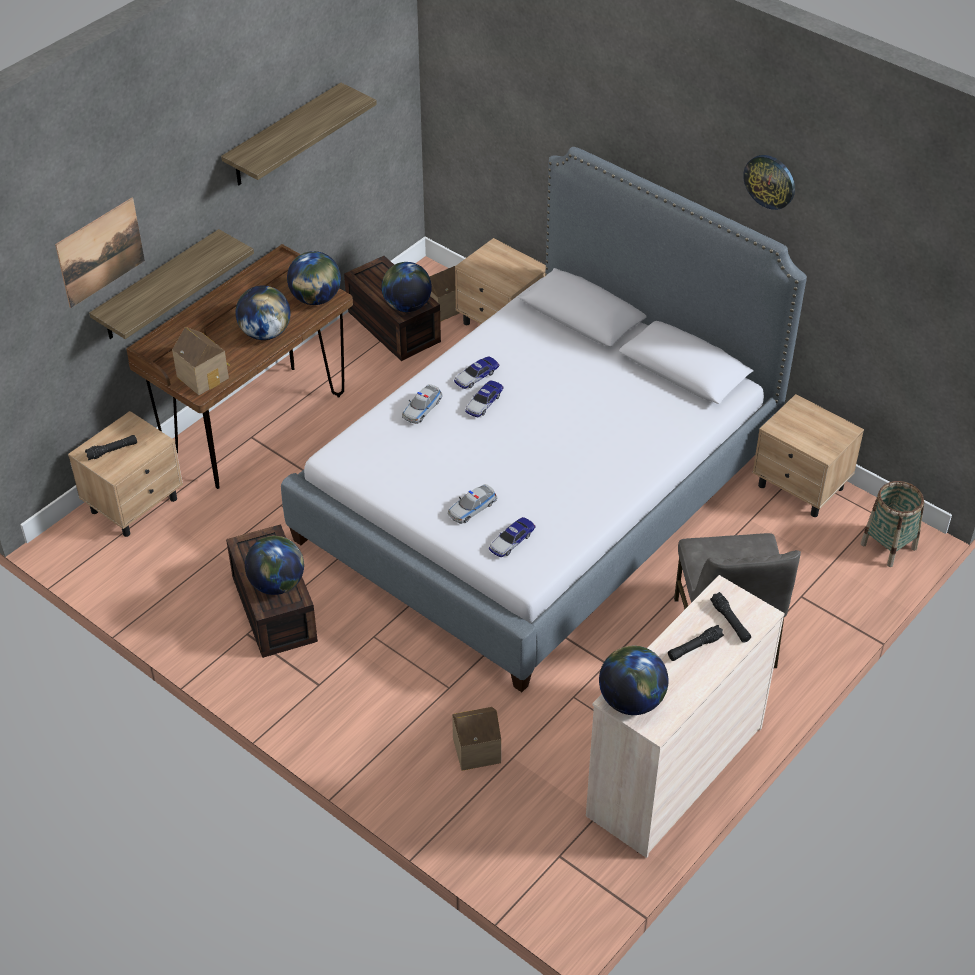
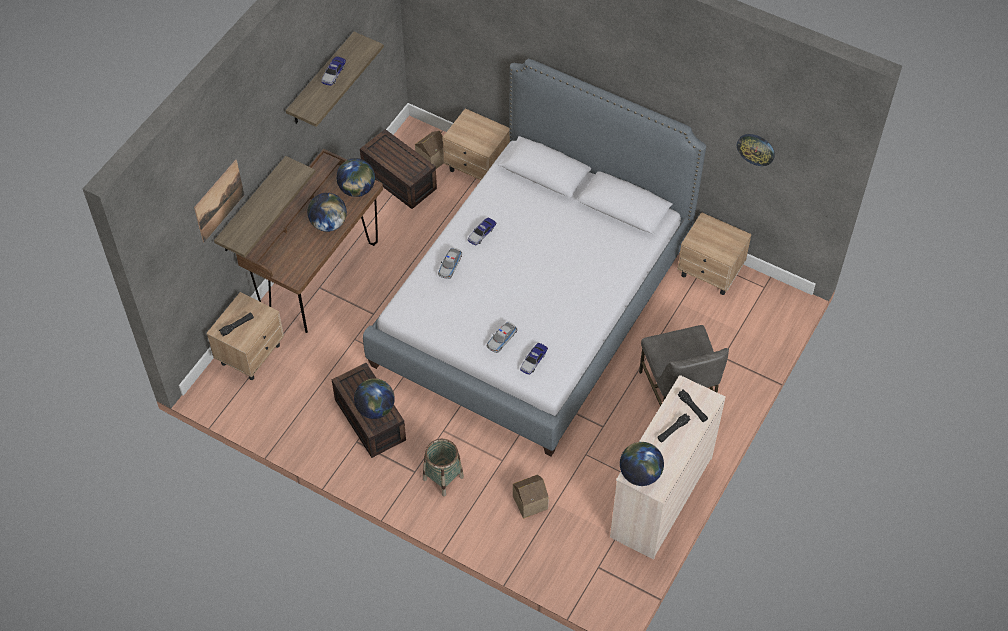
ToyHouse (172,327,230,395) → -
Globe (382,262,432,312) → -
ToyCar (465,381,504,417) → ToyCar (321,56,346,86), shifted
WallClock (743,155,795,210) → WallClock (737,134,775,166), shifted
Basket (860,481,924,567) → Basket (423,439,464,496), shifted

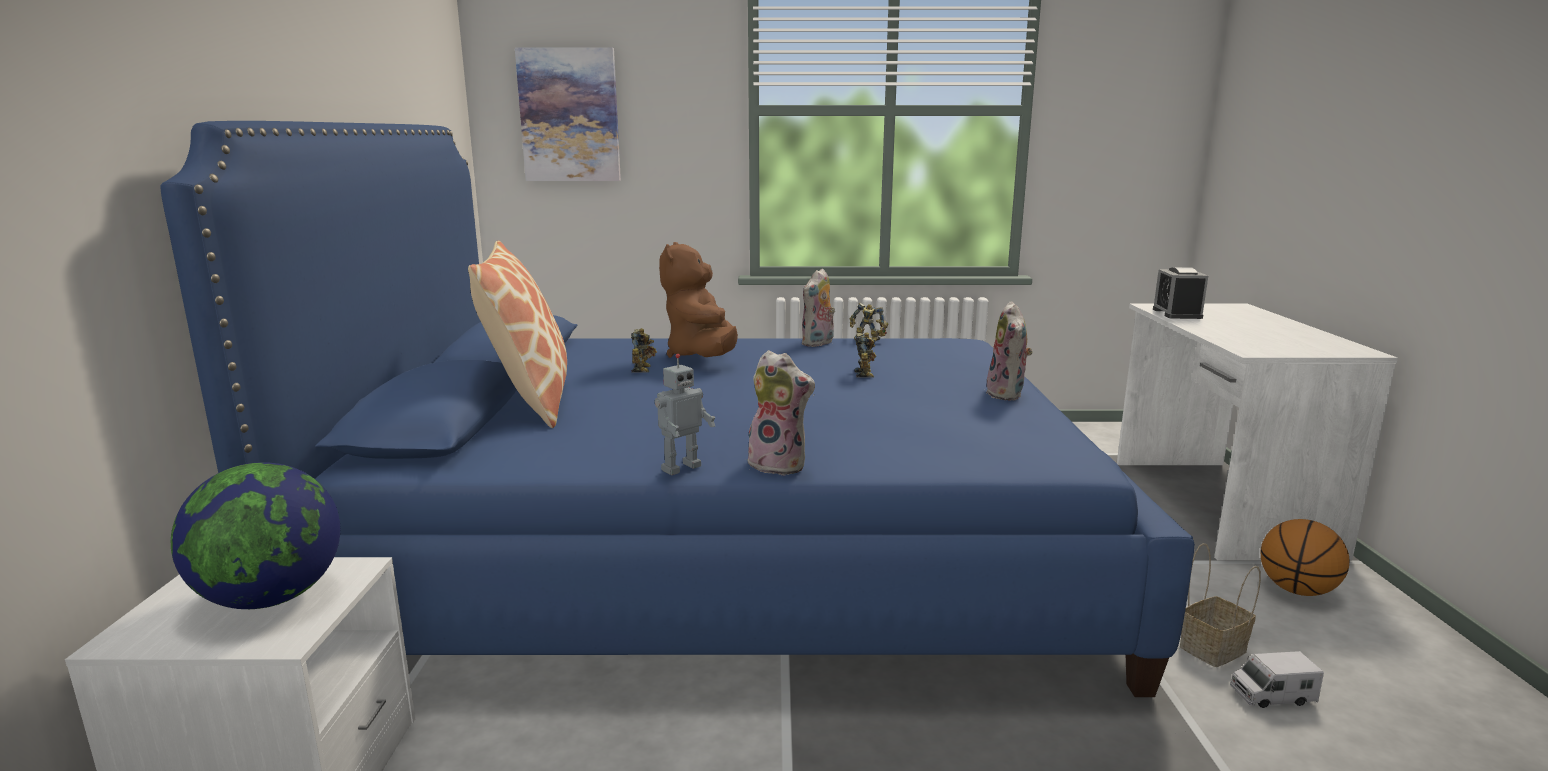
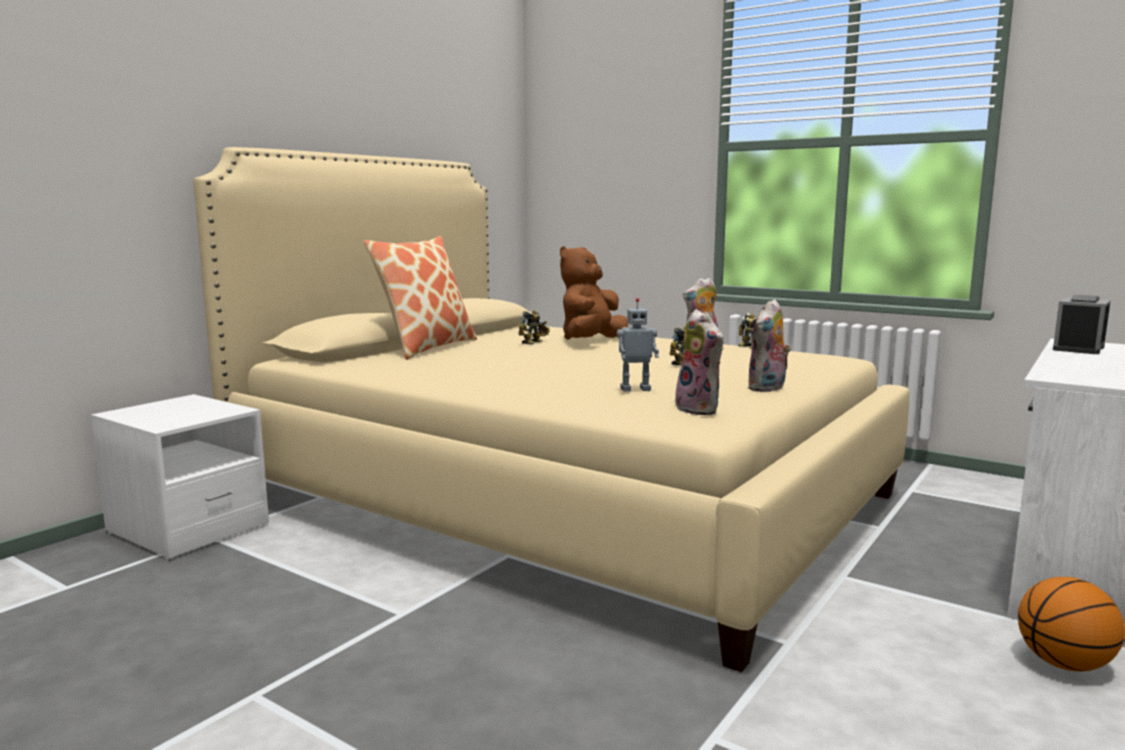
BlueBed (160,121,1195,697) → BeigeBed (193,147,910,673)
Globe (171,462,340,609) → -
Picture (515,47,621,181) → -
ToyRobot (655,354,715,475) → ToyRobot (617,298,659,392), shifted
PlushToy (745,350,815,476) → PlushToy (675,309,724,415), shifted
Basket (1180,543,1261,667) → -
ToyTruck (1230,651,1324,708) → -

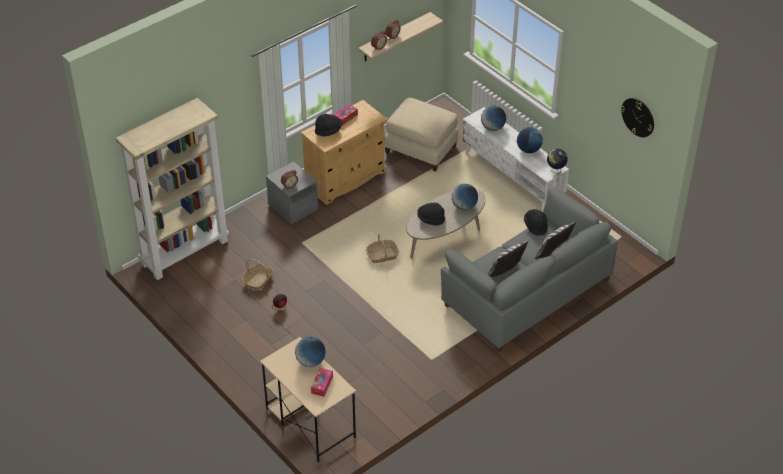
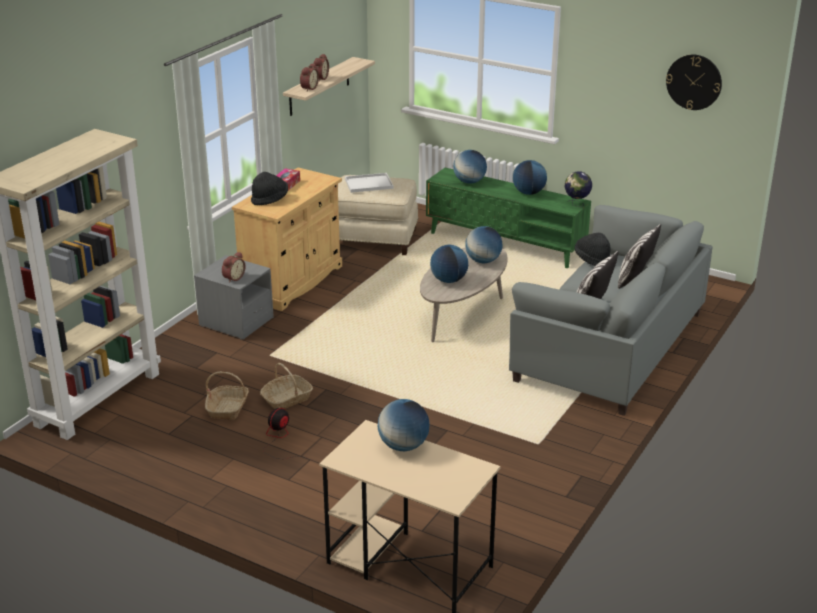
TissueBox (311,368,333,397) → -
Basket (366,234,399,263) → Basket (260,363,313,409), shifted
BlackHat (417,203,445,226) → Globe (430,245,468,283)
WhiteTvStand (462,107,569,212) → GreenTvStand (426,168,591,268)
- → WhiteTray (345,173,393,193)

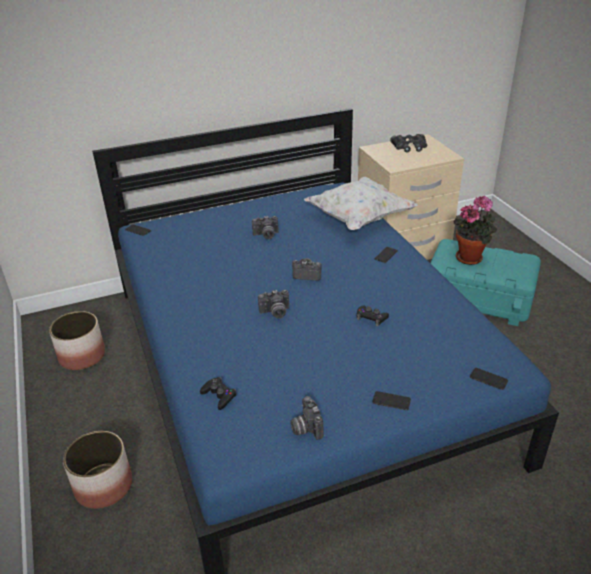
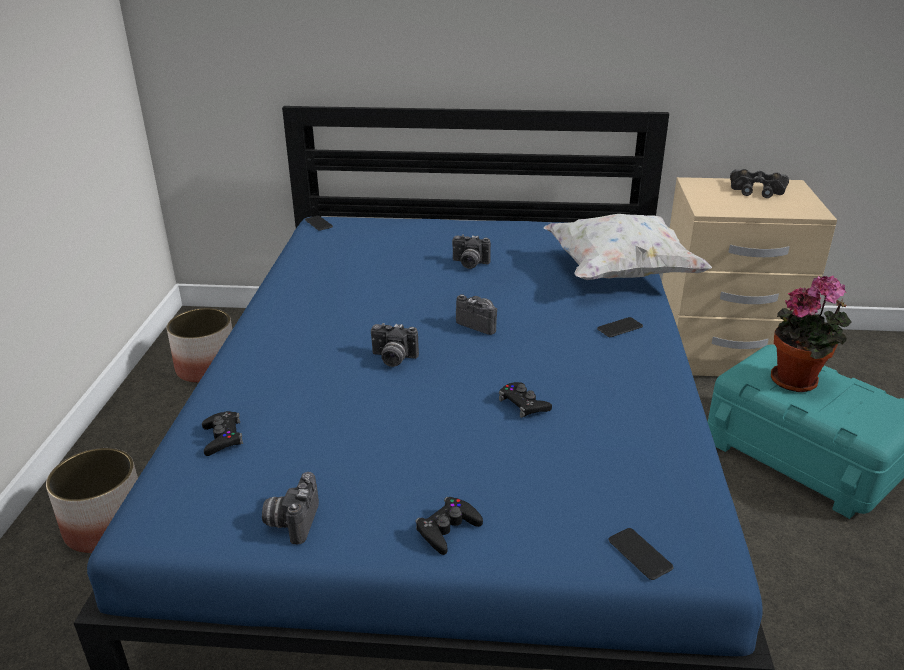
Phone (372,391,411,410) → BlackGameController (415,497,483,555)

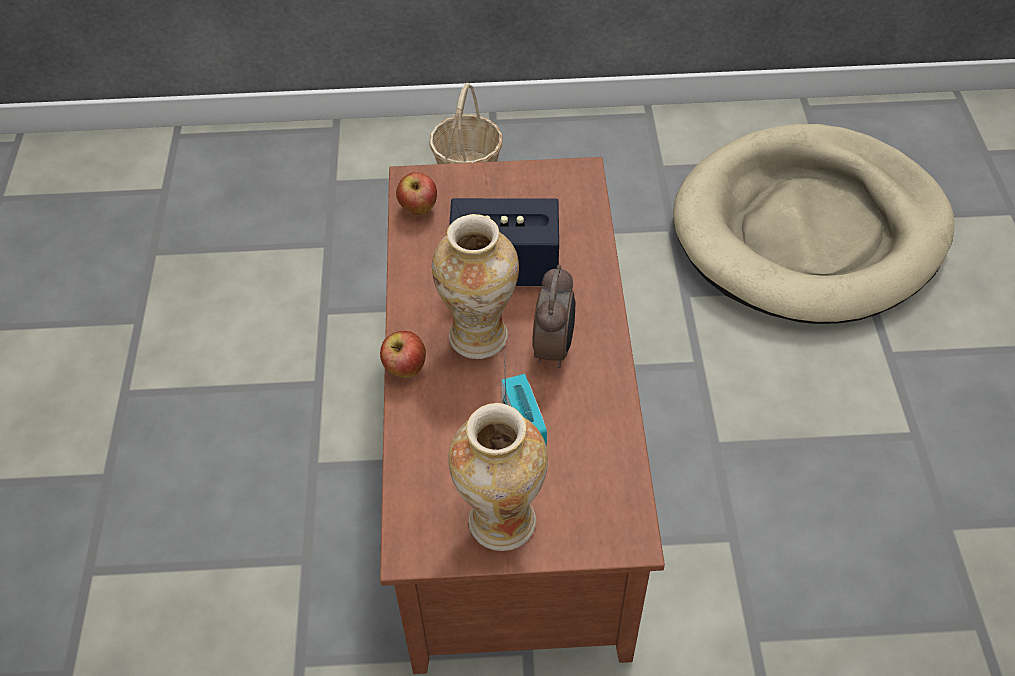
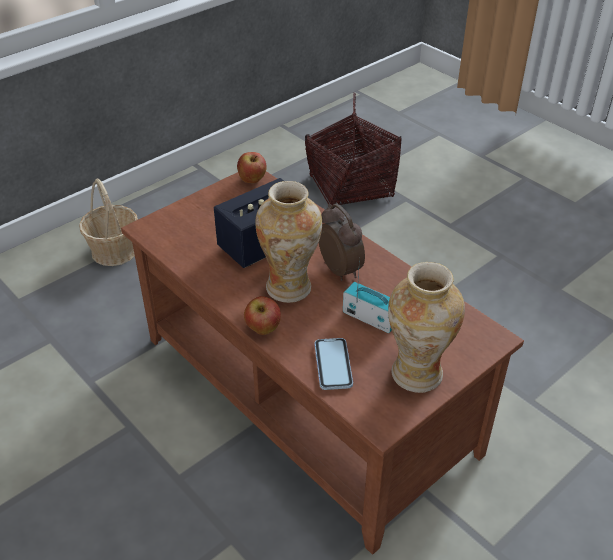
Apple (396,172,437,215) → Apple (237,152,267,183), shifted
BeigeDogBed (673,124,954,324) → Basket (305,93,402,205)
- → Phone (315,338,353,390)

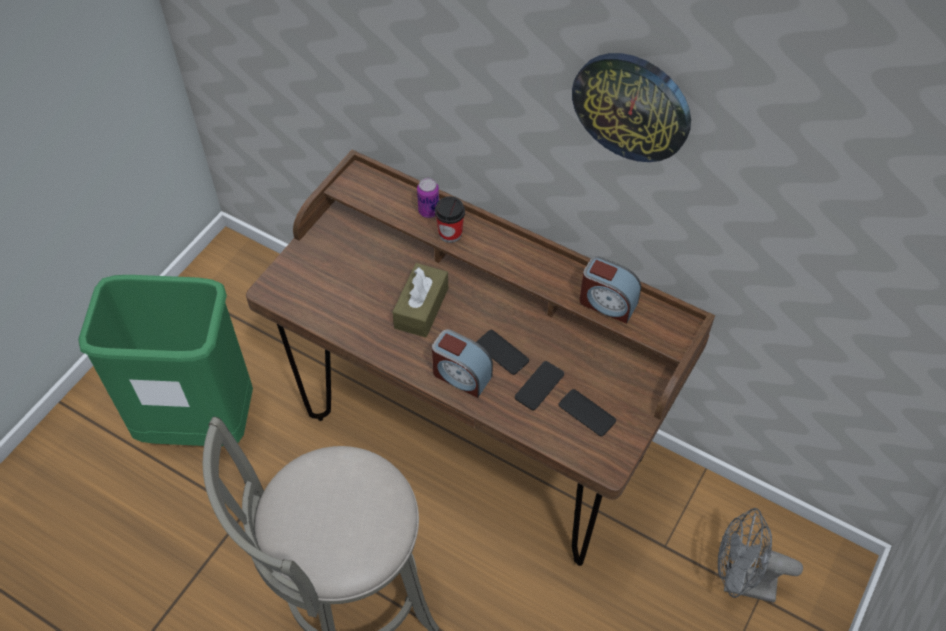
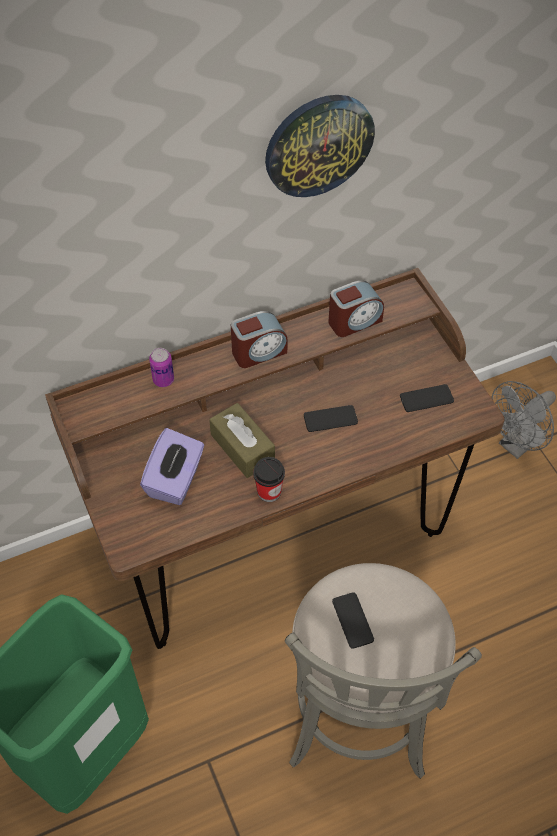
AlarmClock (432,329,493,398) → AlarmClock (231,311,287,368), shifted
Cup (435,196,465,243) → Cup (253,457,285,502), shifted
Phone (515,361,564,411) → Phone (332,592,374,649), shifted
- → PurpleTissueBox (140,428,204,505)

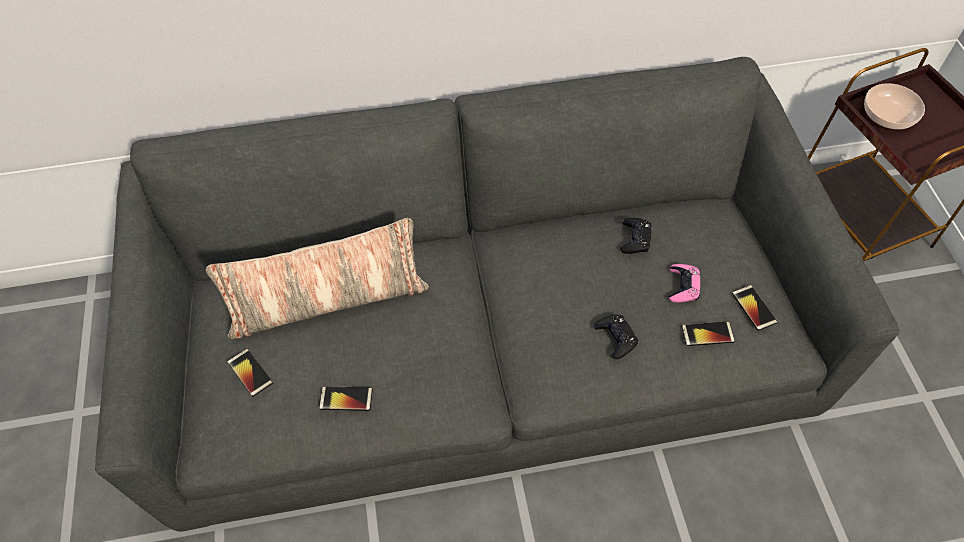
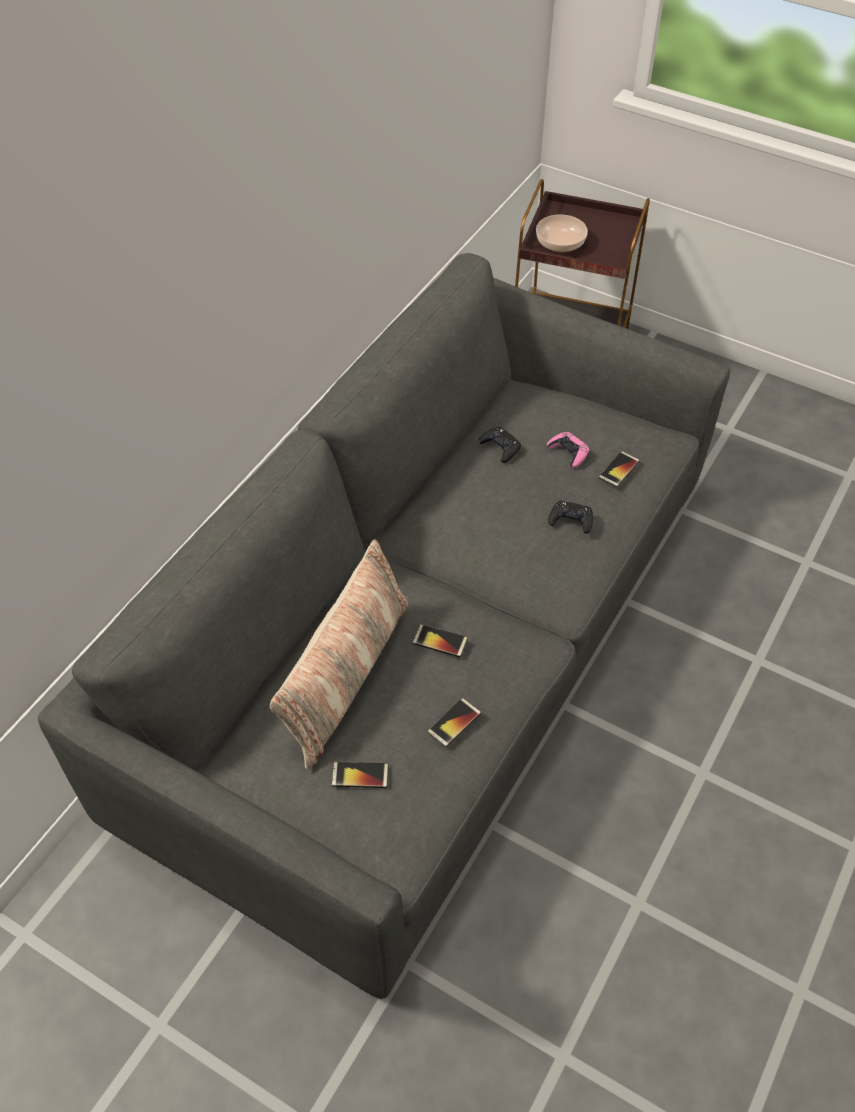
Phone (732,285,778,331) → Phone (412,624,468,657), shifted

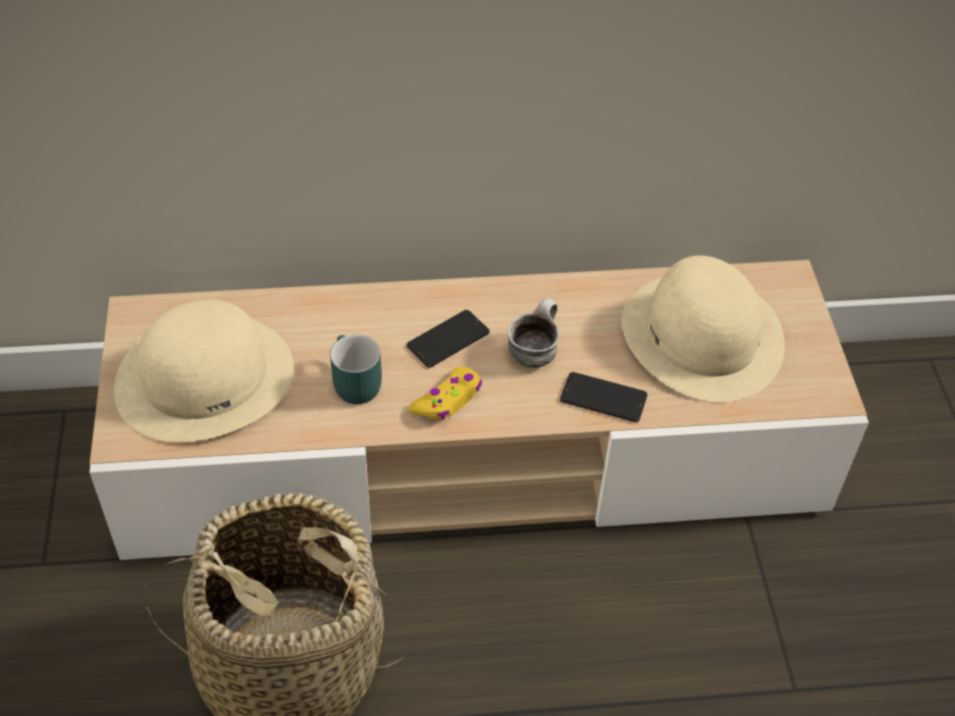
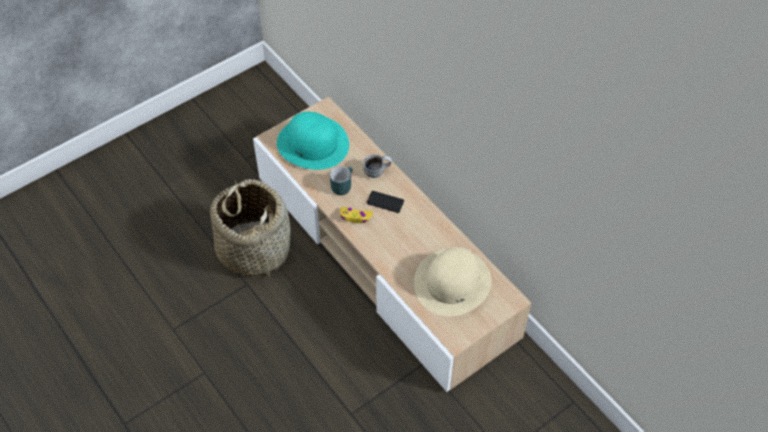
BeigeHat (114,299,294,442) → TurquoiseHat (277,112,349,170)
Mug (507,298,559,368) → Mug (363,154,392,178), shifted
Phone (560,372,648,422) → -

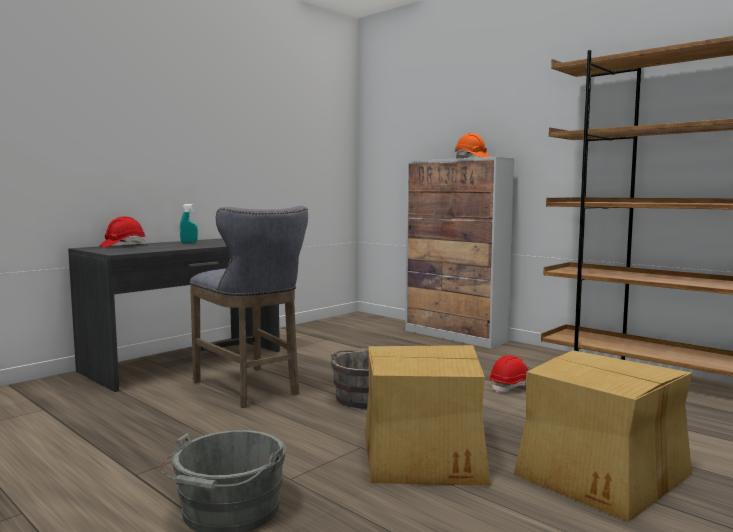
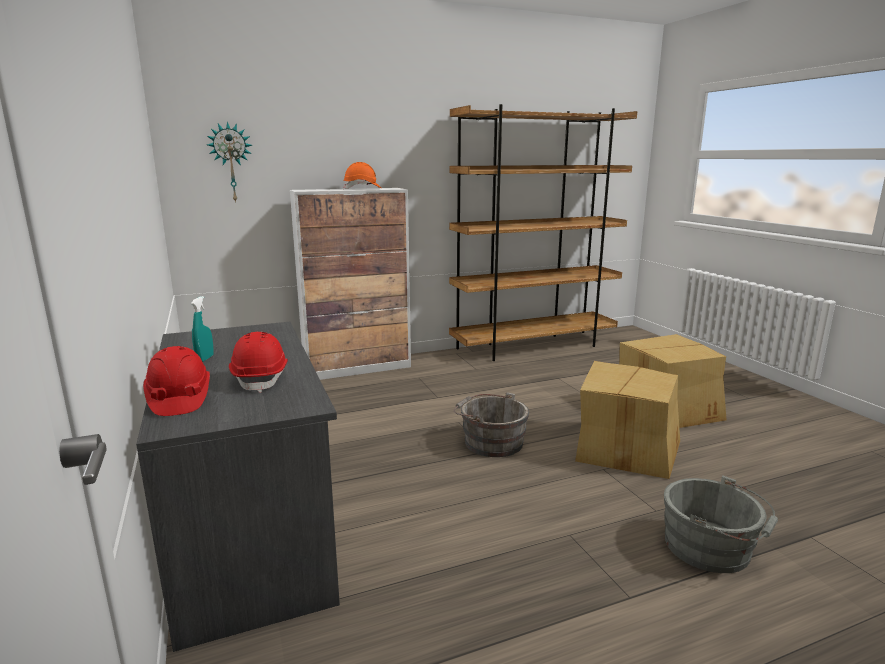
GreyStool (190,206,308,408) → -
RedHardHat (489,355,528,392) → RedHardHat (229,332,288,393), shifted
- → WallClock (207,122,252,203)

